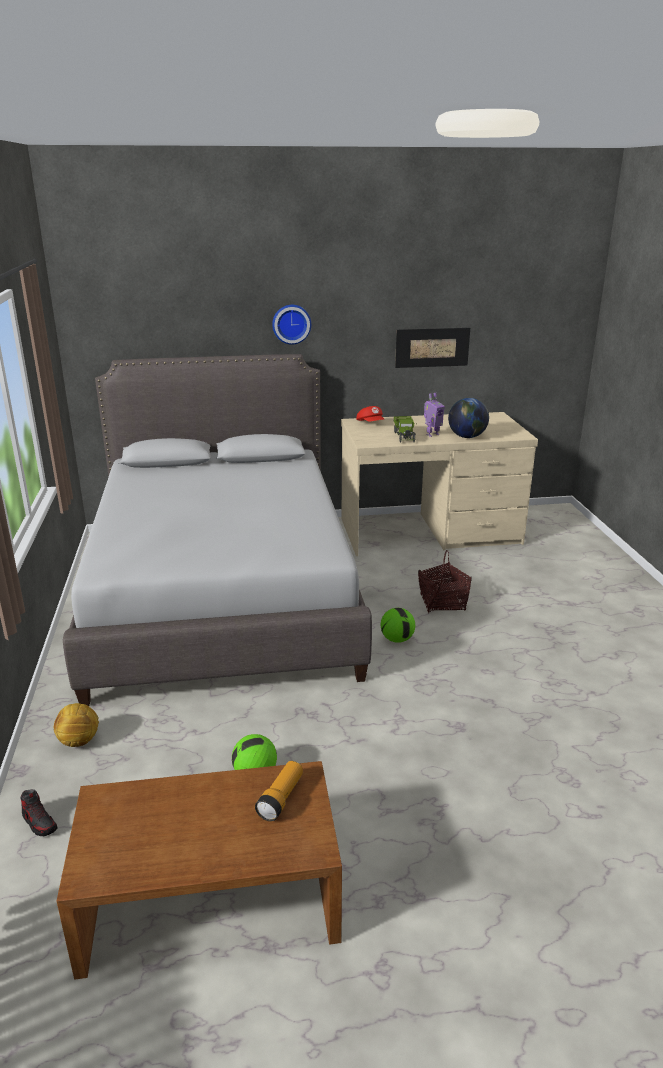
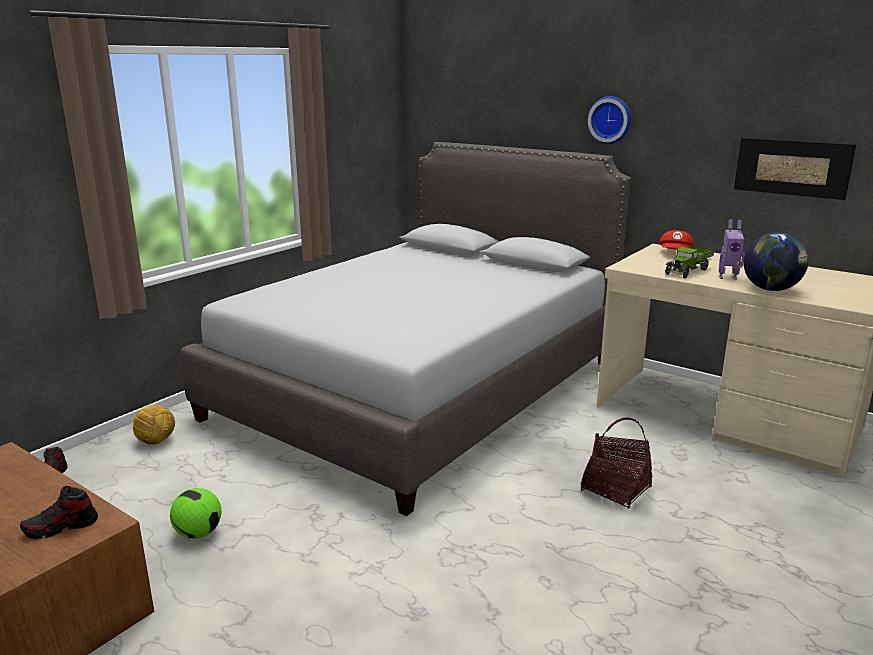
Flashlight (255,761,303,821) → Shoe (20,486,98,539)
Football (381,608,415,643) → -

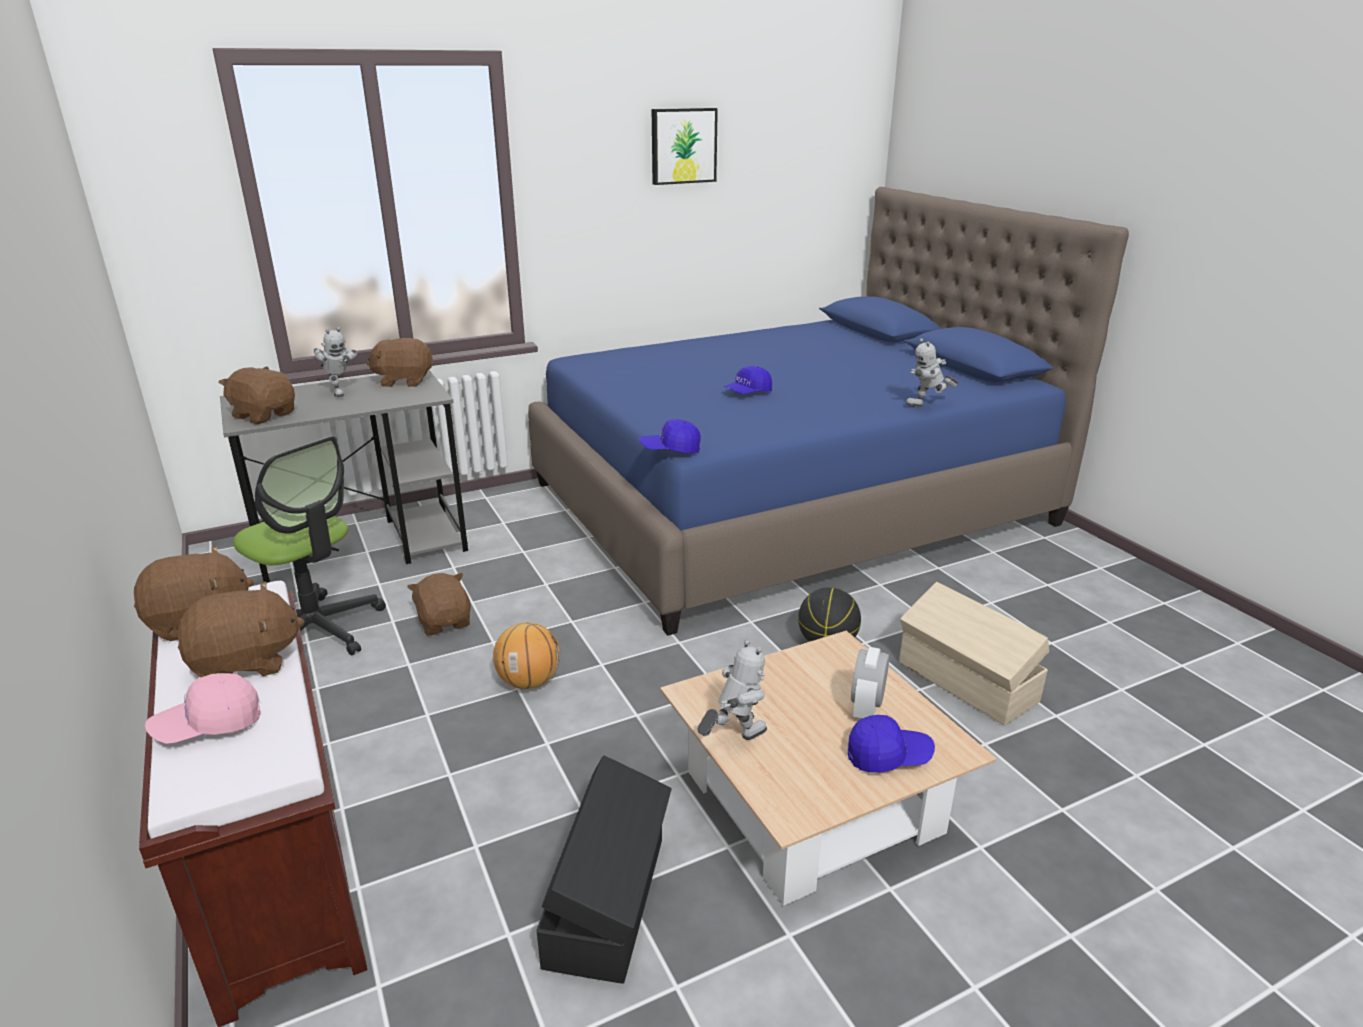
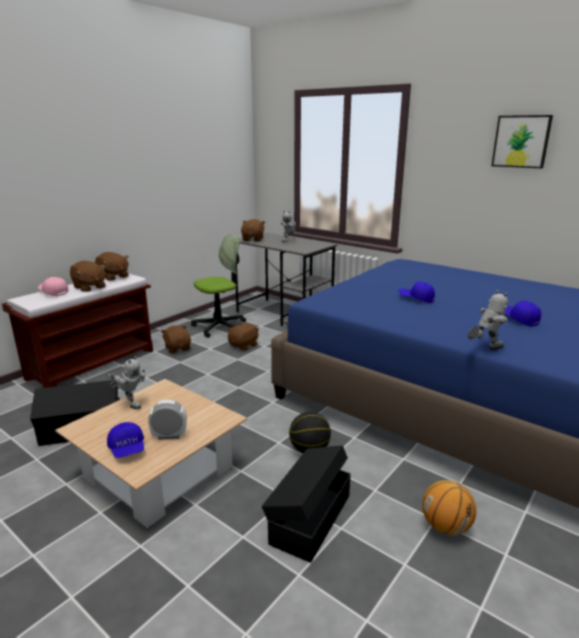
OfficeChair (233,436,386,655) → OfficeChair (191,235,246,338), 135 degrees counterclockwise
BrownPlushToy (366,338,434,387) → BrownPlushToy (161,325,191,354), shifted
Basketball (493,623,560,689) → Basketball (422,480,477,535), shifted
BlueCap (639,419,701,453) → BlueCap (505,301,541,327), shifted
BeigeStorageBox (899,582,1049,726) → BlackStorageBox (262,445,351,563)
ToyRobot (905,338,959,407) → ToyRobot (467,290,508,350), 105 degrees clockwise

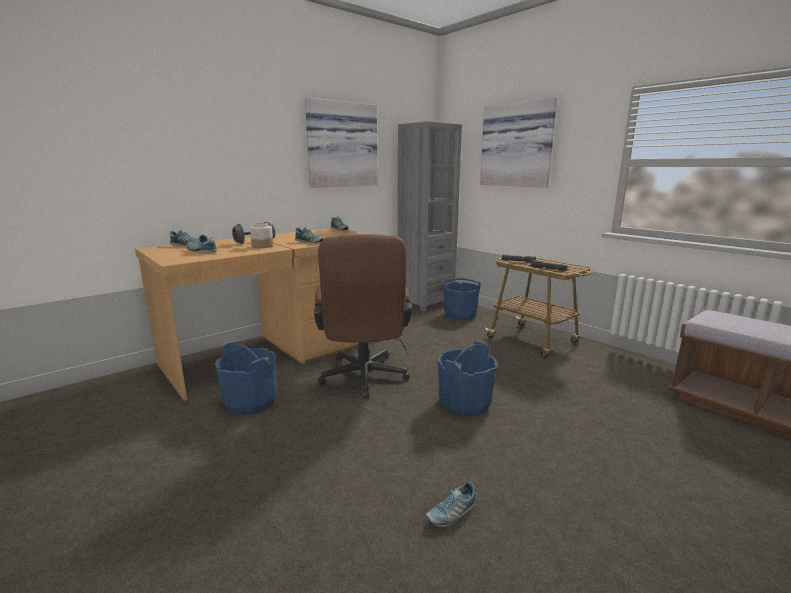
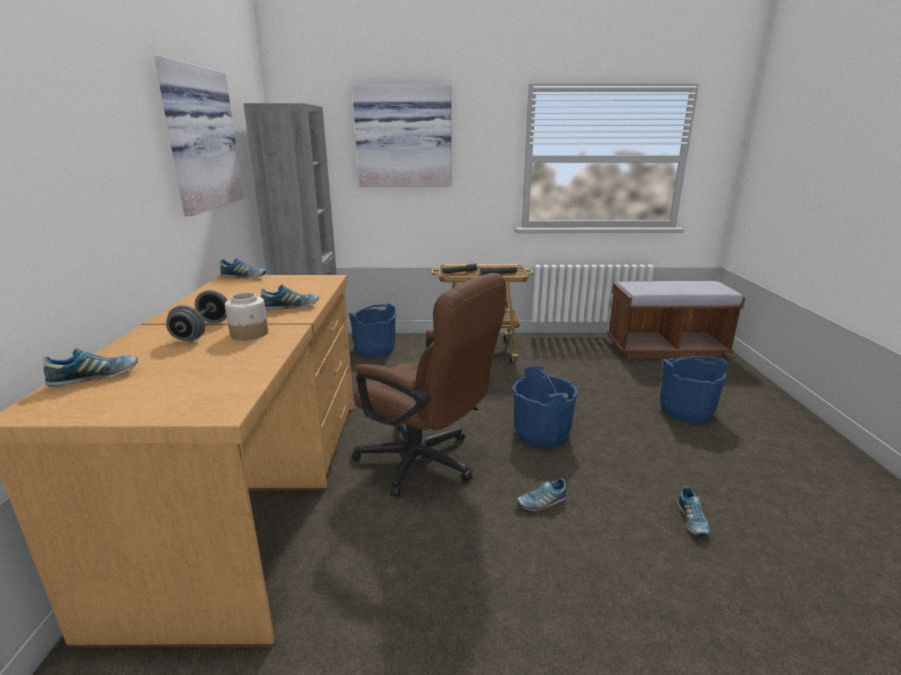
Shoe (186,235,217,252) → Shoe (517,478,567,511), shifted
BlueBucket (215,341,277,415) → BlueBucket (660,356,729,423), shifted

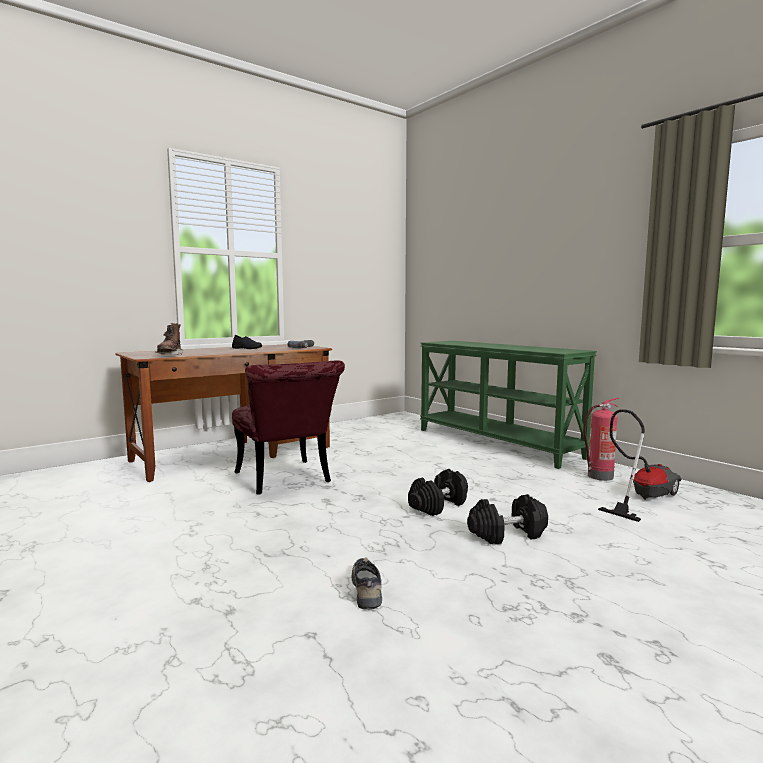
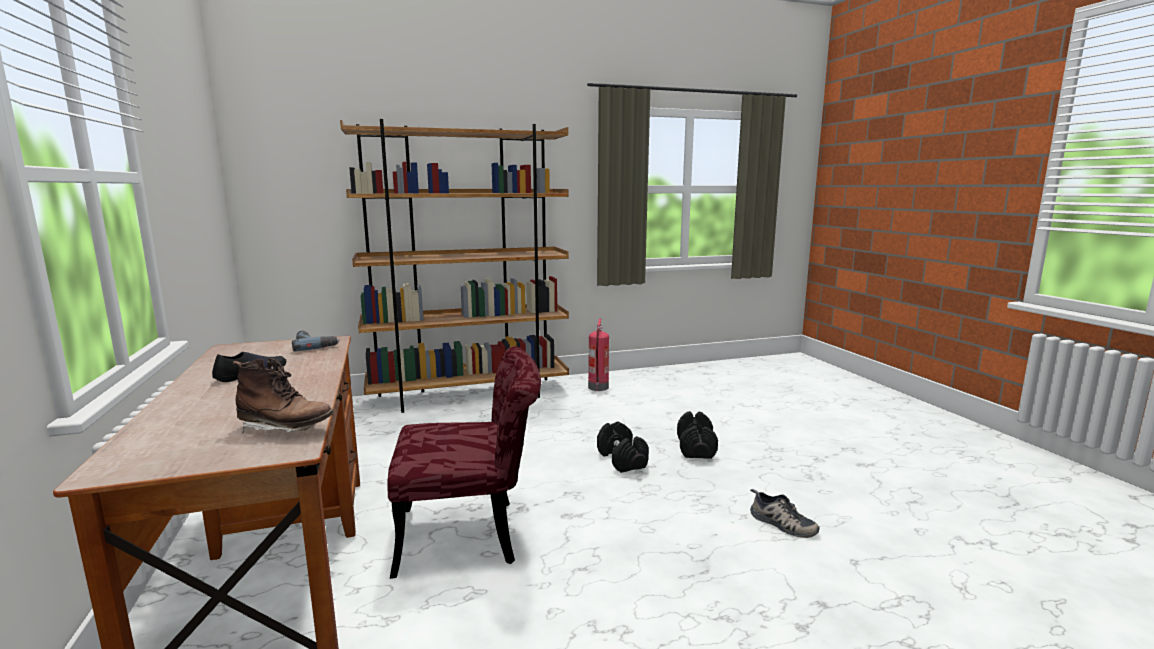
Shoe (351,557,382,610) → Shoe (750,489,820,538), 150 degrees counterclockwise
GreenConsoleTable (420,341,597,469) → BrownBookcase (340,119,569,413)
VacuumCleaner (598,409,681,522) → -

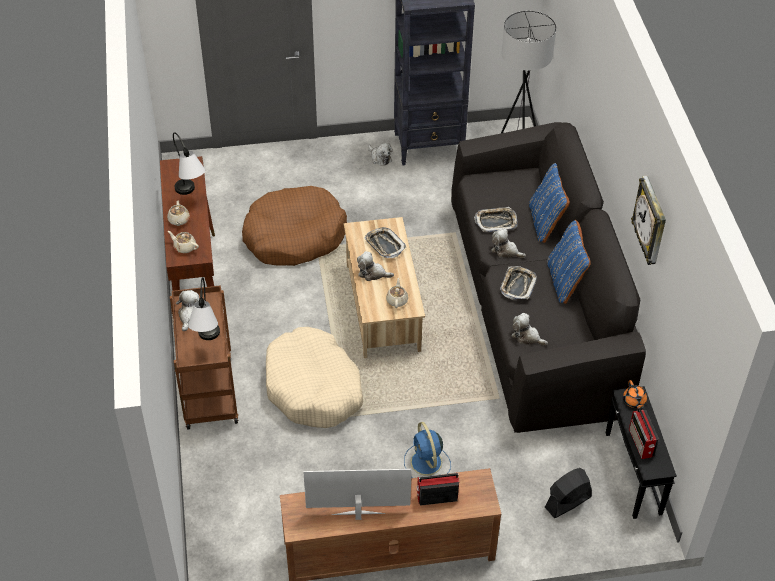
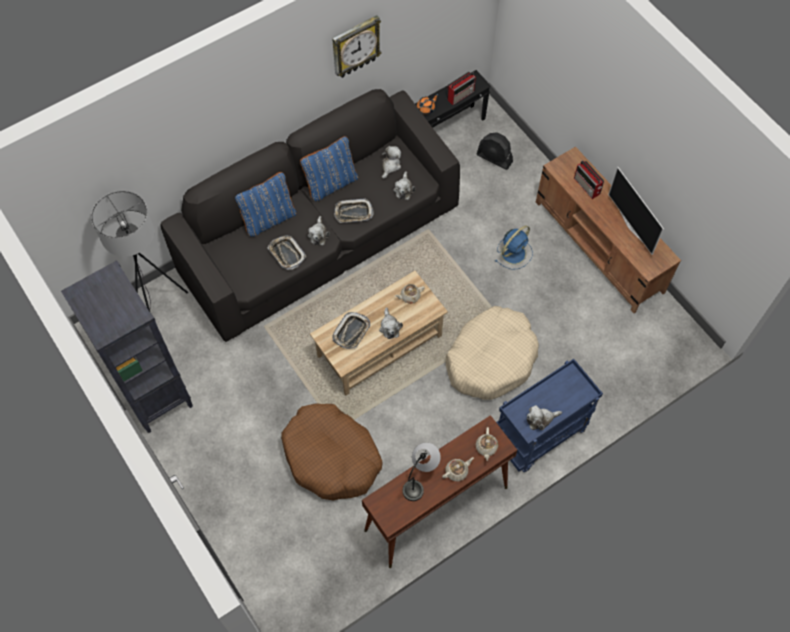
BrownCart (170,285,238,430) → BlueCart (496,359,603,472)
TableLamp (188,277,220,340) → -
PlushToy (368,143,393,166) → PlushToy (382,146,401,179), shifted

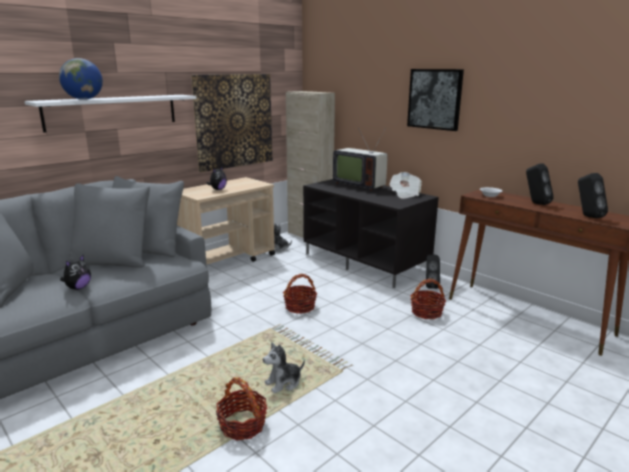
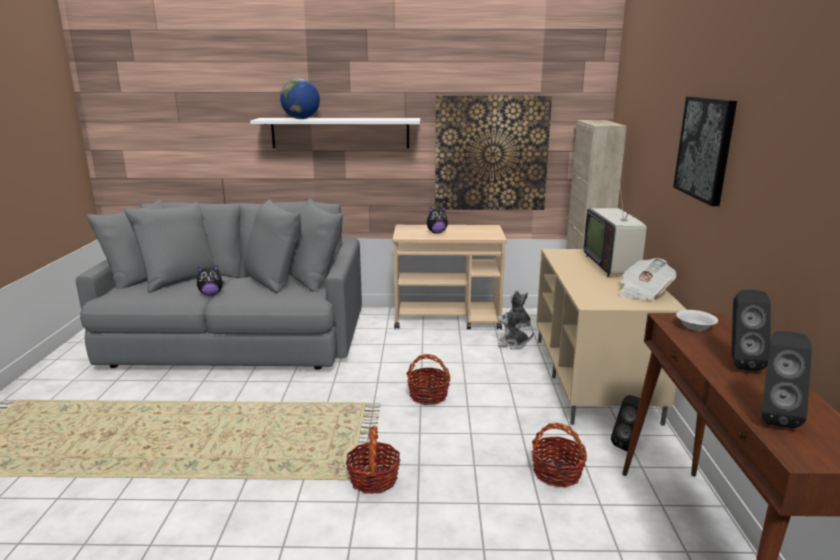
Basket (216,377,267,441) → Basket (346,426,400,494), shifted
PlushToy (263,342,305,393) → PlushToy (497,309,534,349), shifted
BlackTvStand (303,179,439,288) → BeigeTvStand (536,249,687,425)

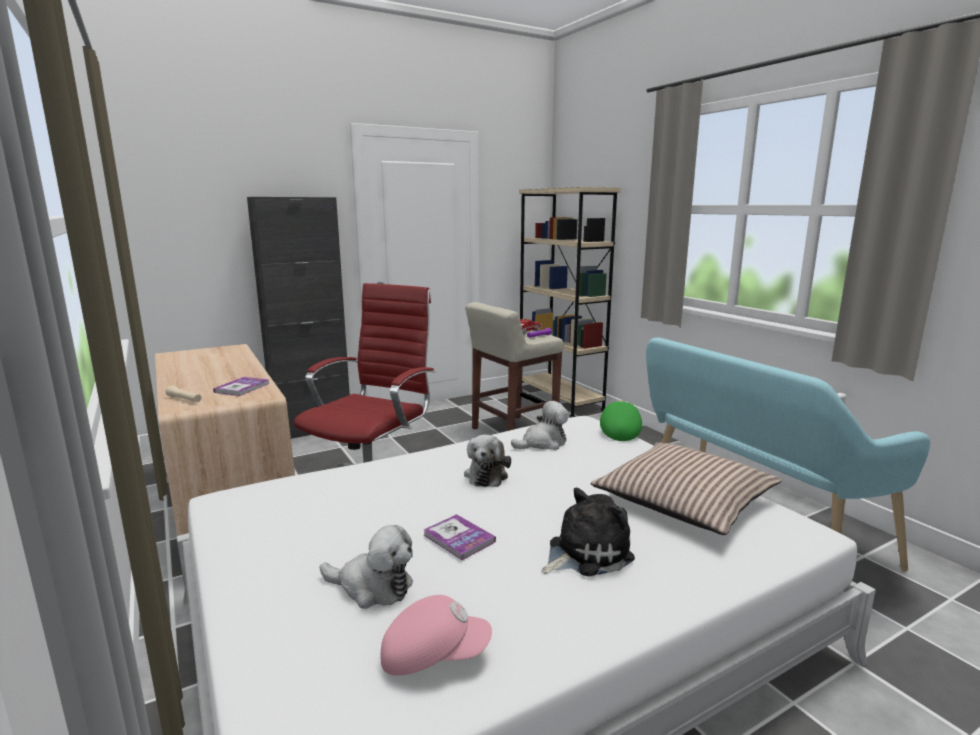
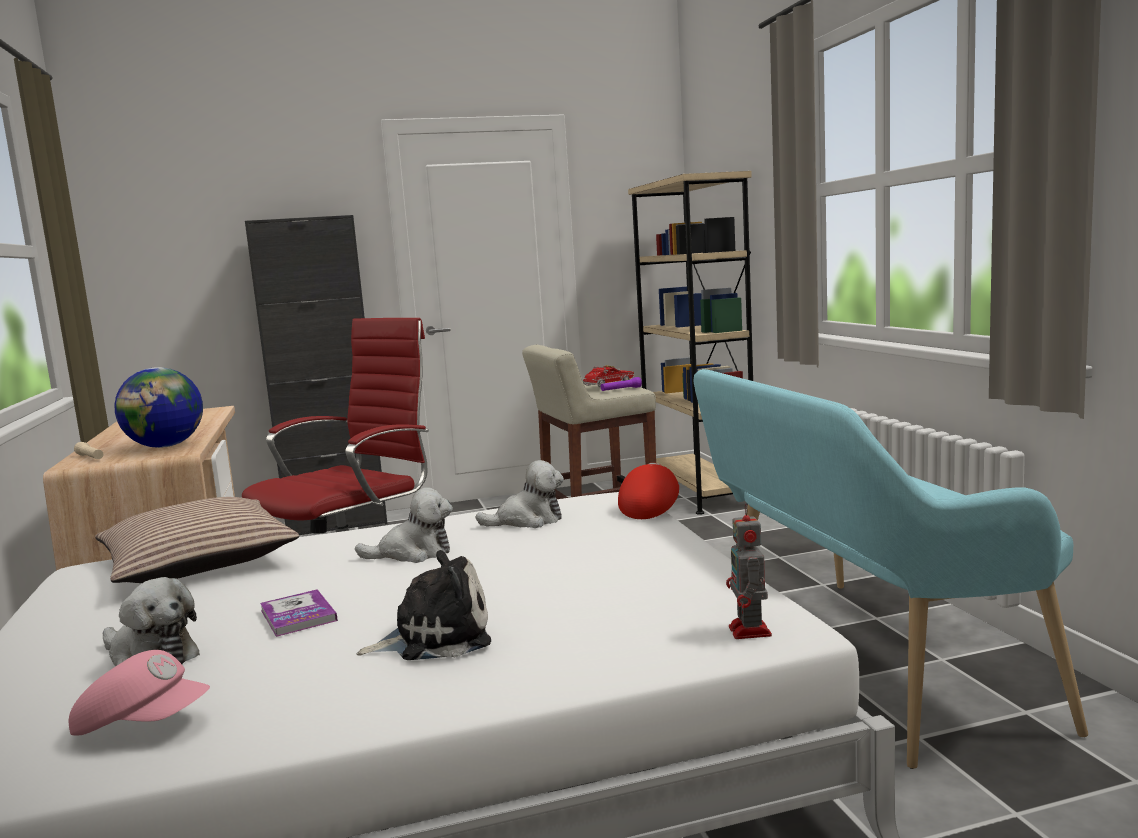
Book (213,377,269,396) → Globe (114,367,203,448)
PlushToy (464,435,511,487) → PlushToy (355,487,453,563), 120 degrees counterclockwise
Pillow (591,442,782,535) → Pillow (95,497,299,583), shifted
GreenCap (600,400,642,441) → RedCap (618,463,679,519)
- → ToyRobot (726,504,772,639)

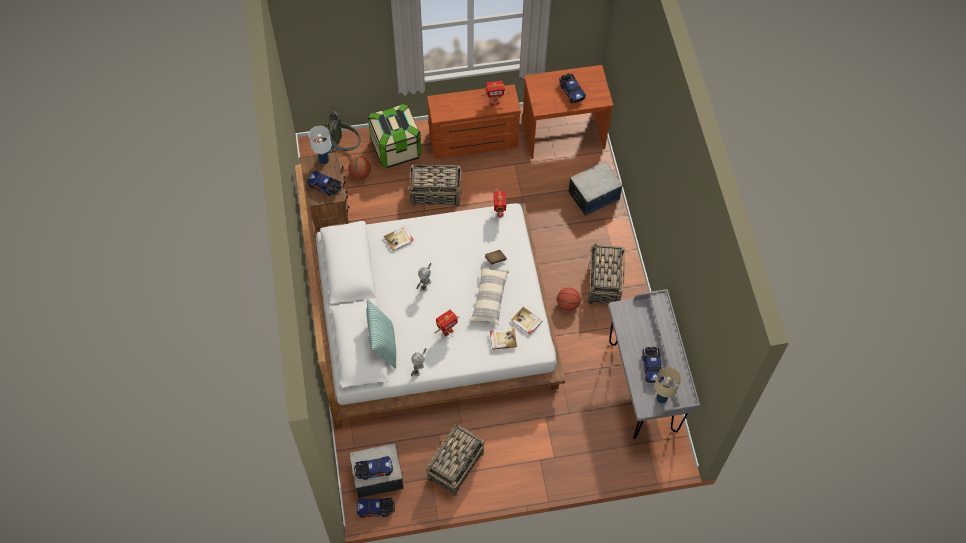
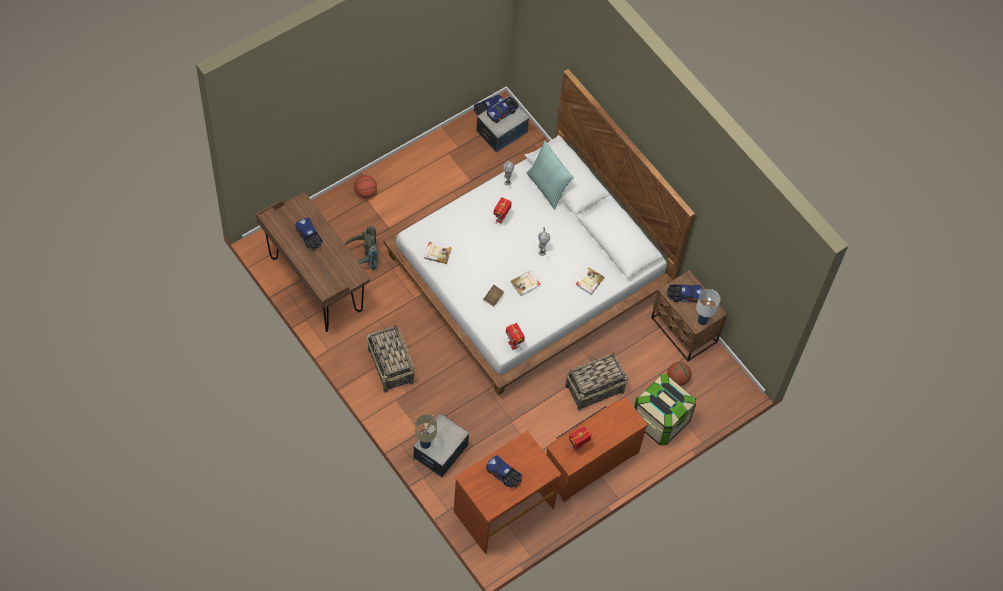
GreyBackpack (322,111,361,153) → GreyBackpack (345,225,379,270), shifted
Basket (426,424,485,496) → -
Pillow (469,266,509,326) → -
Book (490,328,517,350) → Book (510,270,540,296), shifted
Basketball (557,287,581,311) → Basketball (354,175,377,198), shifted
GreyDesk (608,289,700,439) → BrownDesk (256,193,370,332)
BeigeTableLamp (654,367,681,403) → BeigeTableLamp (415,414,437,449), shifted

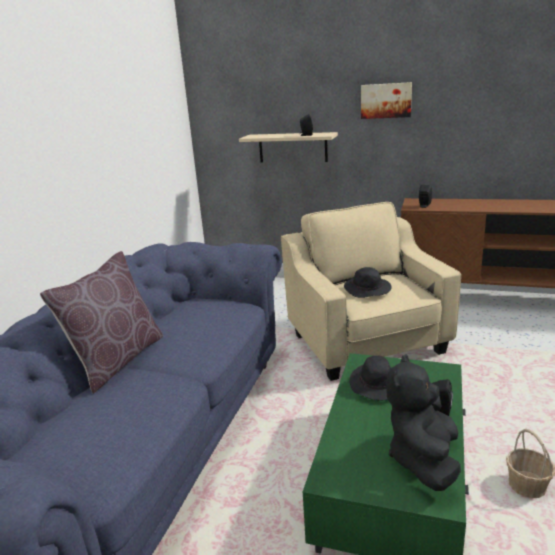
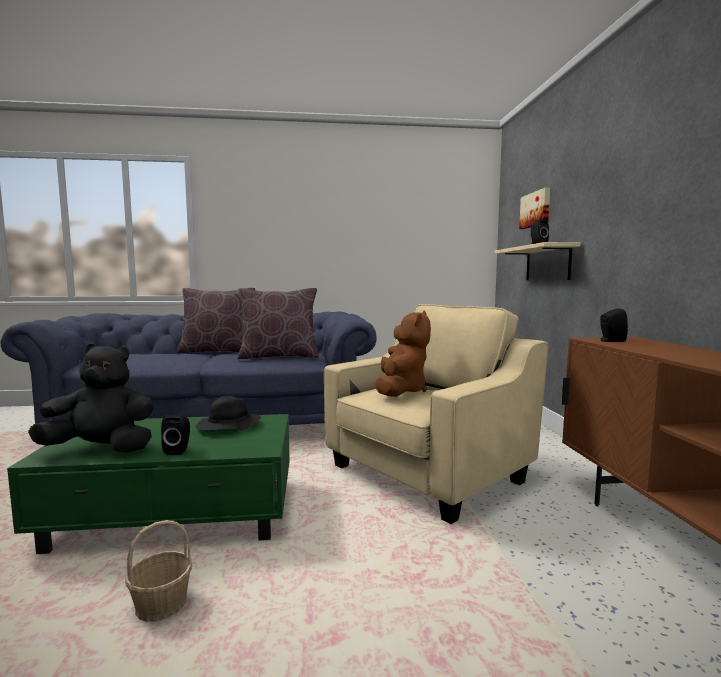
BlackHat (344,267,392,298) → BrownPlushToy (375,310,431,397)
Picture (361,82,412,119) → Picture (519,187,550,229), shifted
- → BrownPillow (237,288,319,359)

